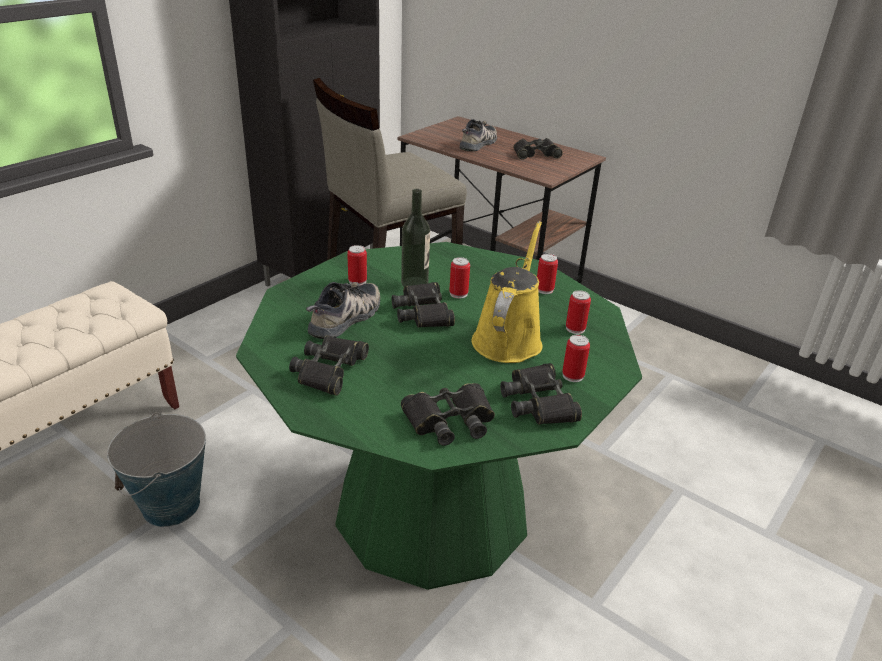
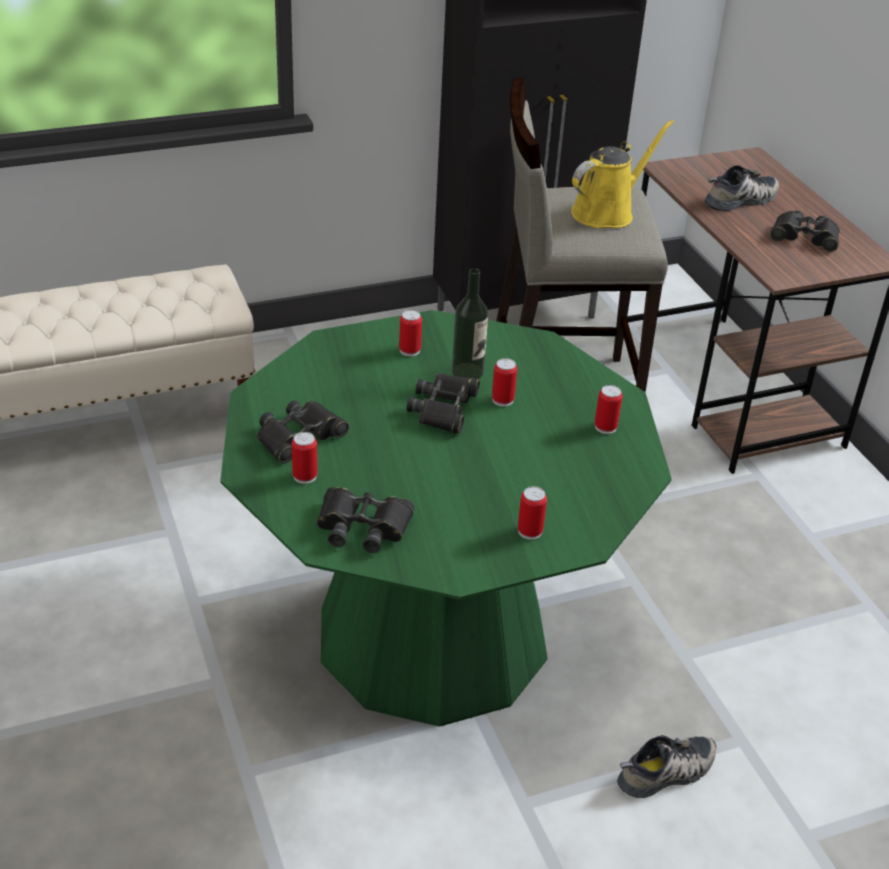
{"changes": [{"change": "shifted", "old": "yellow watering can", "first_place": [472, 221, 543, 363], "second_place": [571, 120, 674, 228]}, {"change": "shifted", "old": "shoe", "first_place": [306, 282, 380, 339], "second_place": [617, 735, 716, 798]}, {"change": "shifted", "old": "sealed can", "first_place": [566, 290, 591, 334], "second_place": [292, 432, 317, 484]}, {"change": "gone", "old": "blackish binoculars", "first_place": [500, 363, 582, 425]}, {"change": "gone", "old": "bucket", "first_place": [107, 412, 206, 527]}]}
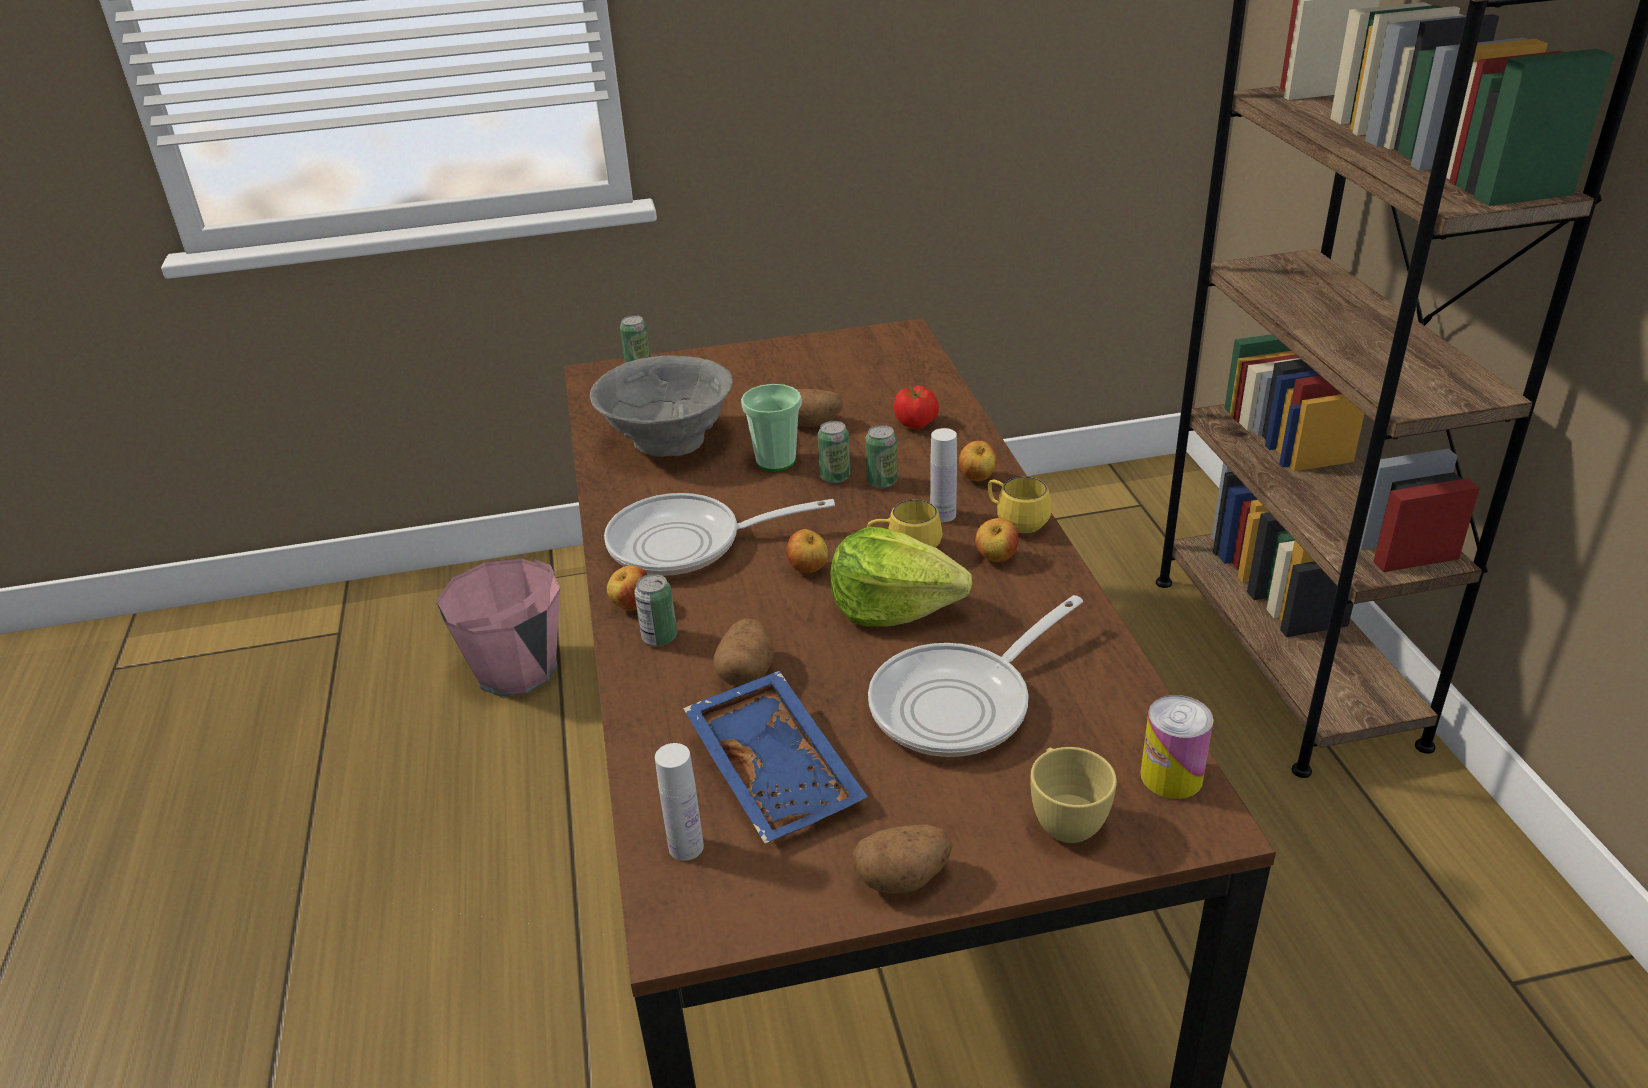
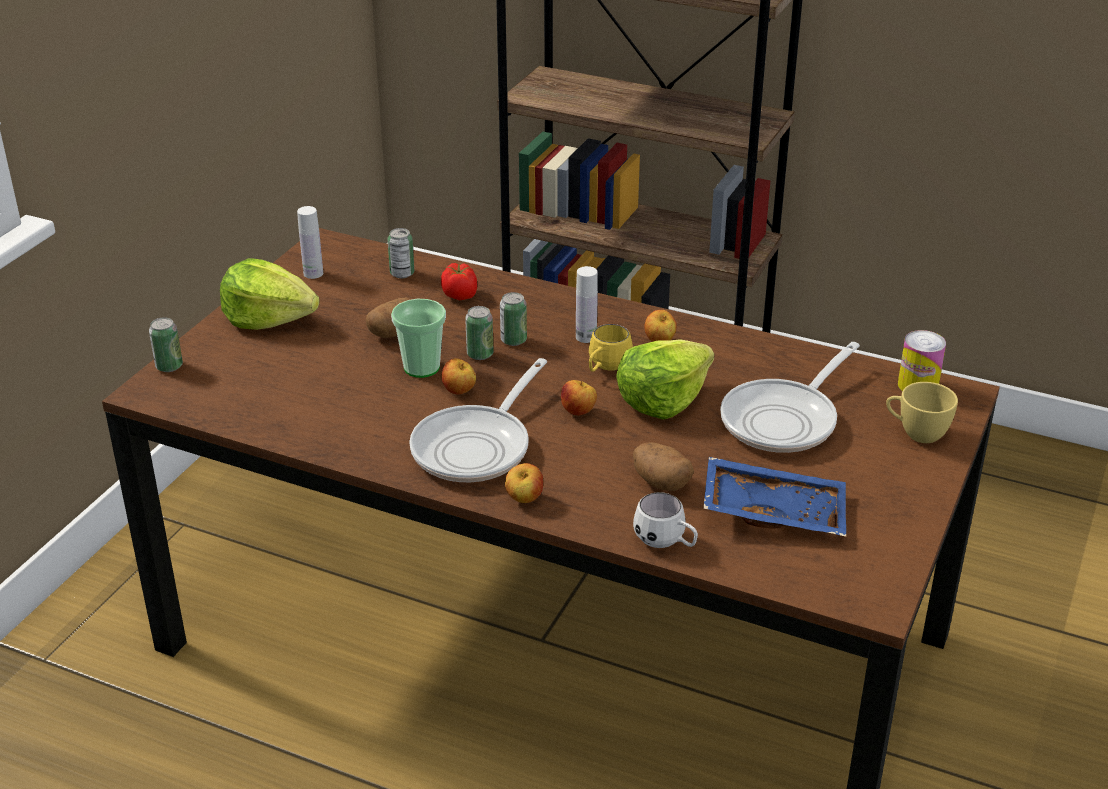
{"changes": [{"change": "gone", "old": "grey bowl", "first_place": [590, 355, 733, 457]}, {"change": "shifted", "old": "whole apple", "first_place": [959, 441, 997, 481], "second_place": [441, 358, 476, 394]}, {"change": "gone", "old": "yellow coffee mug", "first_place": [988, 477, 1052, 533]}, {"change": "gone", "old": "pink bucket", "first_place": [436, 558, 560, 697]}, {"change": "shifted", "old": "sealed can", "first_place": [634, 574, 677, 646], "second_place": [387, 228, 414, 278]}, {"change": "rotated", "old": "pan", "first_place": [868, 595, 1083, 757], "second_place": [720, 342, 860, 453], "degrees": 45}, {"change": "shifted", "old": "white-coloured beverage bottle", "first_place": [655, 743, 704, 861], "second_place": [297, 206, 323, 279]}, {"change": "gone", "old": "whole potato", "first_place": [853, 824, 953, 894]}, {"change": "new", "new": "lettuce head", "second_place": [220, 258, 320, 330]}, {"change": "new", "new": "white-coloured coffee mug", "second_place": [633, 492, 698, 548]}]}
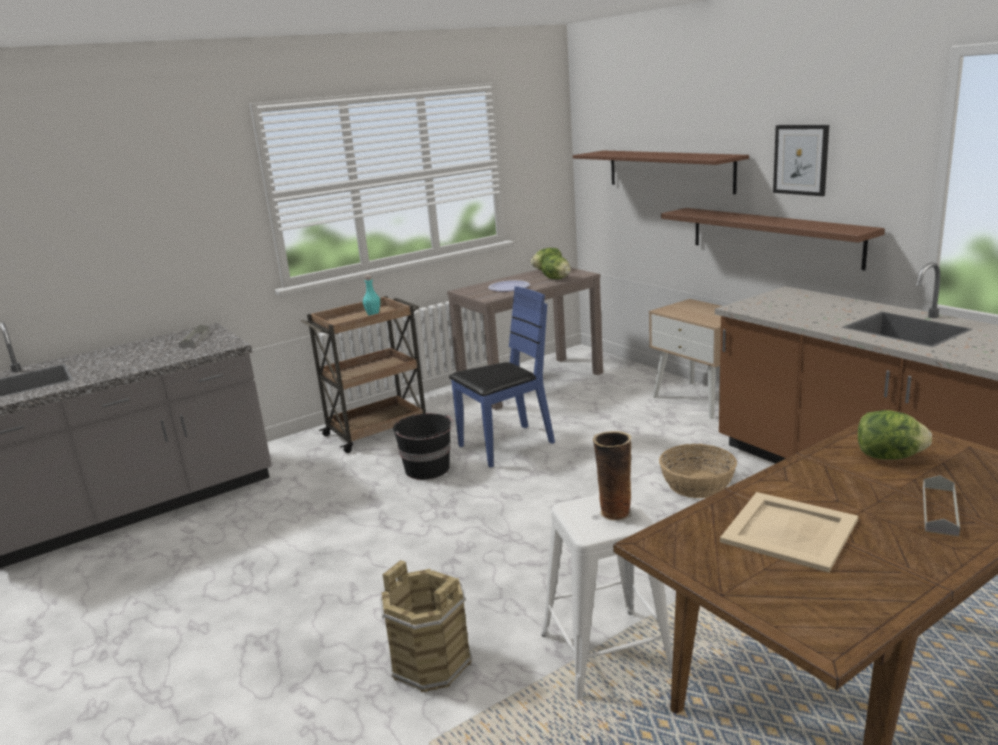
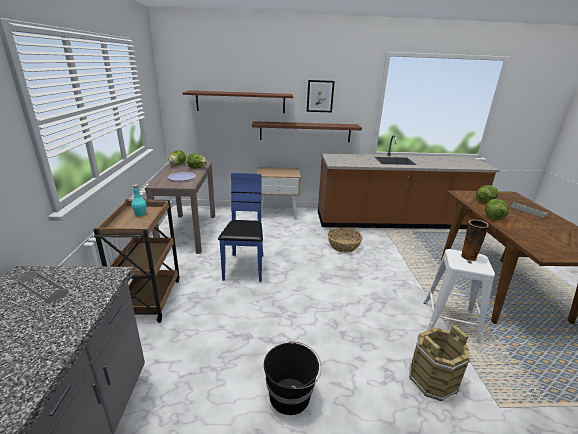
{"changes": [{"change": "shifted", "old": "blackish bucket", "first_place": [393, 413, 453, 480], "second_place": [264, 341, 322, 415]}, {"change": "gone", "old": "beige-coloured carrying tray", "first_place": [720, 492, 858, 573]}, {"change": "new", "new": "lettuce head", "second_place": [485, 199, 509, 220]}]}
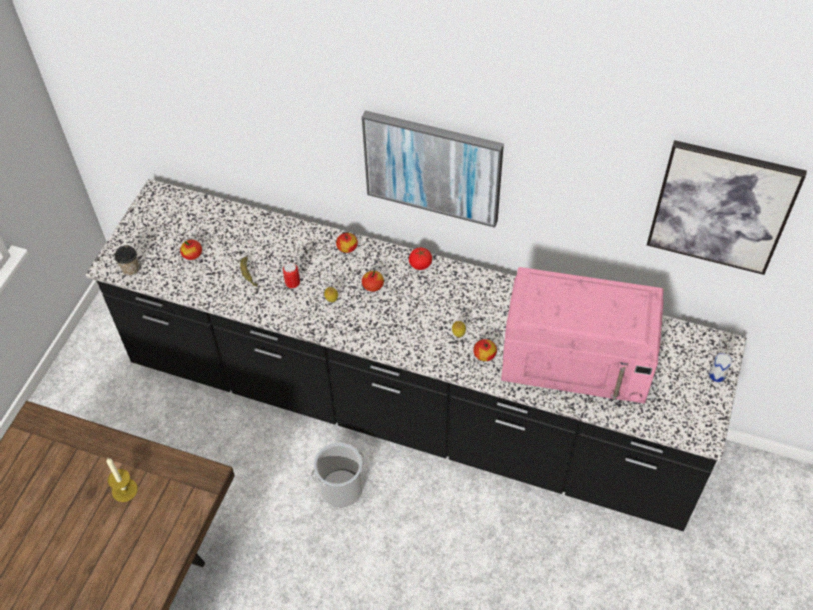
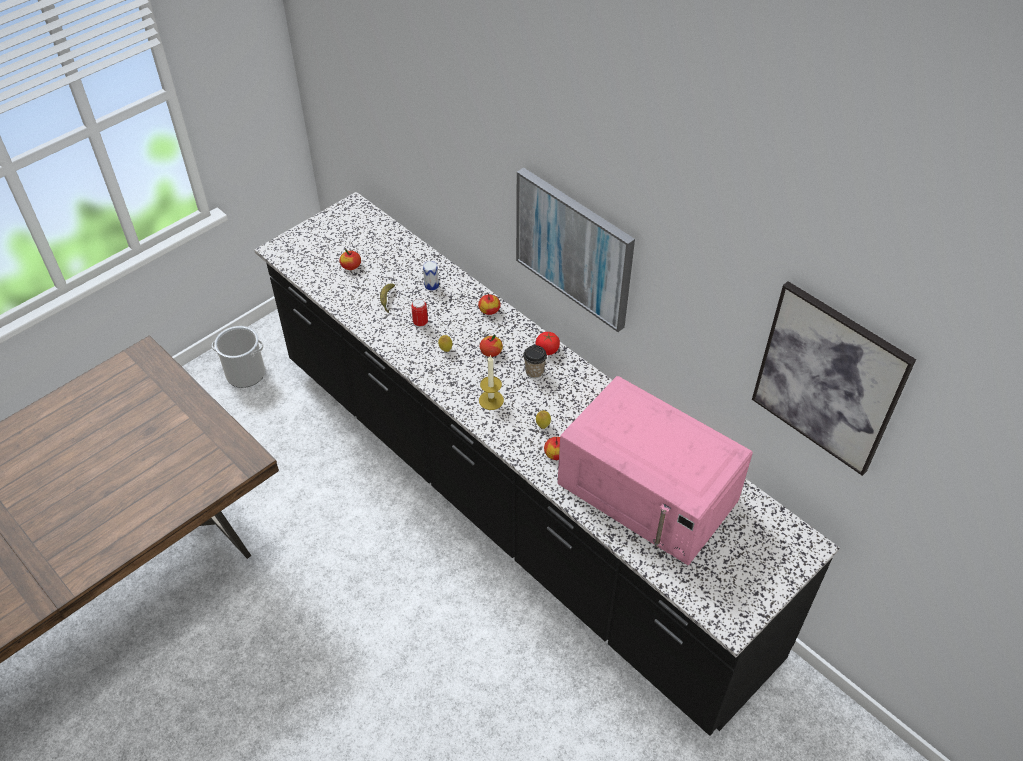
{"changes": [{"change": "shifted", "old": "drinking cup", "first_place": [115, 245, 139, 276], "second_place": [523, 345, 547, 378]}, {"change": "shifted", "old": "sealed can", "first_place": [709, 353, 732, 382], "second_place": [423, 261, 439, 291]}, {"change": "shifted", "old": "bucket", "first_place": [311, 442, 366, 507], "second_place": [212, 326, 265, 388]}, {"change": "shifted", "old": "wax light", "first_place": [107, 458, 138, 502], "second_place": [479, 355, 504, 410]}]}
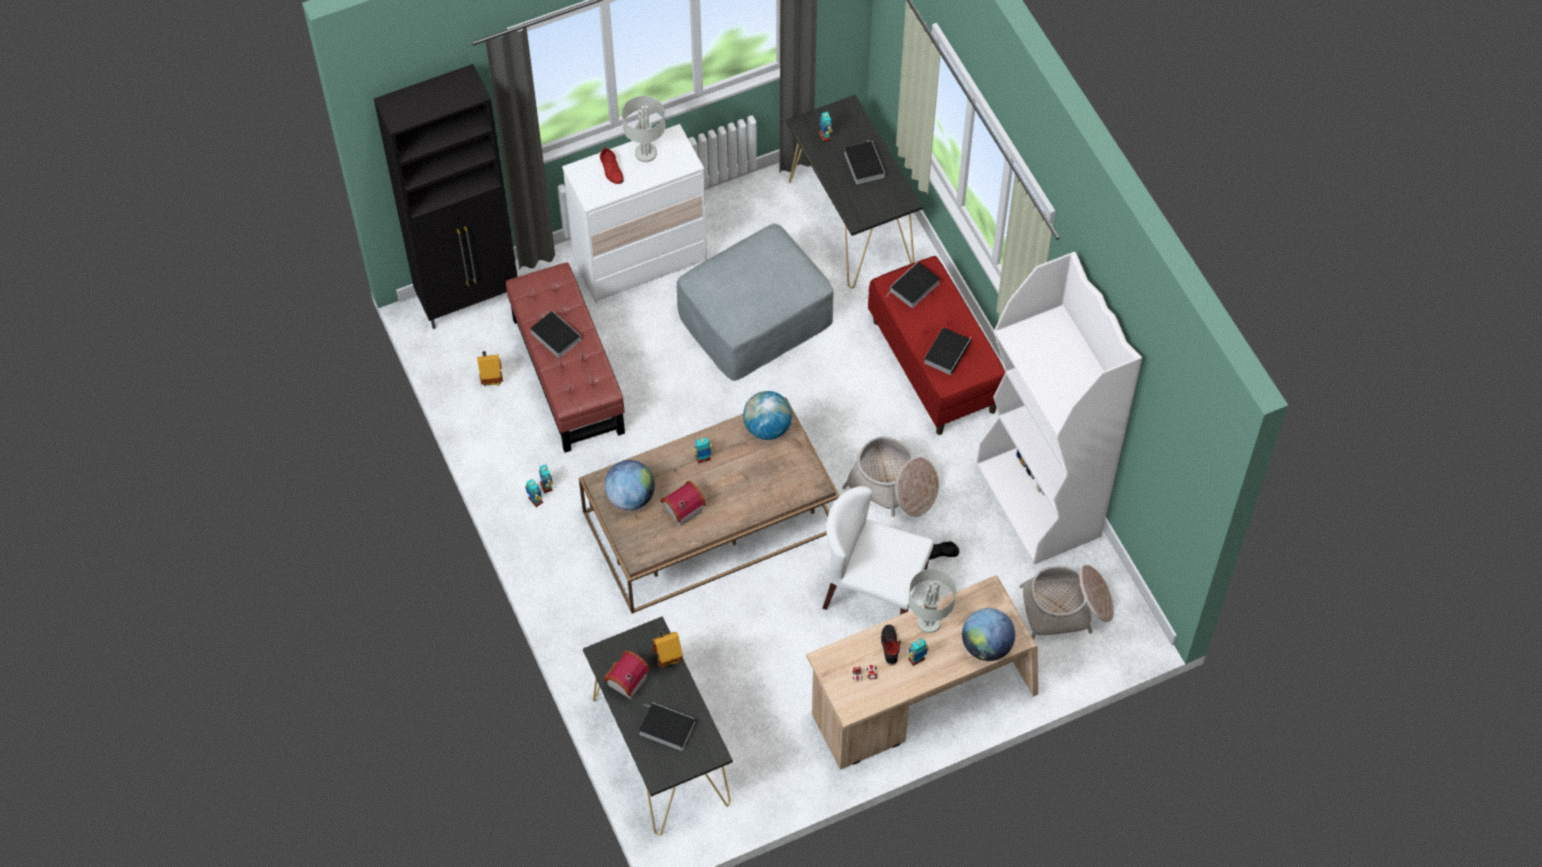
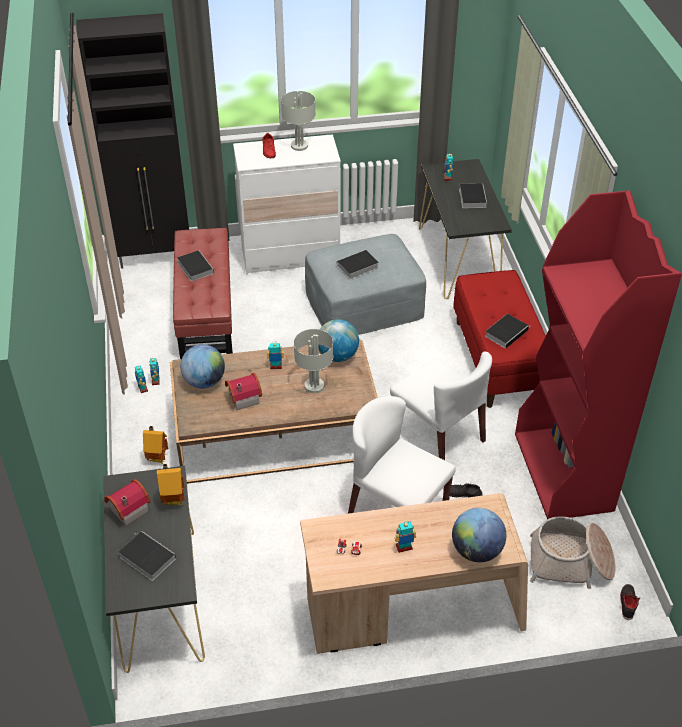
{"changes": [{"change": "repainted", "old": "white-coloured bookshelf", "new": "red bookshelf", "first_place": [976, 252, 1142, 564], "second_place": [515, 190, 682, 519]}, {"change": "shifted", "old": "bound book", "first_place": [886, 262, 940, 308], "second_place": [333, 250, 379, 279]}, {"change": "shifted", "old": "toy house", "first_place": [477, 351, 503, 386], "second_place": [143, 426, 168, 464]}, {"change": "swapped", "old": "storage basket", "new": "white-coloured plain chair", "first_place": [842, 437, 939, 517], "second_place": [390, 352, 492, 460]}, {"change": "shifted", "old": "grey tabletop lamp", "first_place": [908, 569, 956, 633], "second_place": [294, 329, 333, 393]}, {"change": "shifted", "old": "blackish shoe", "first_place": [881, 624, 901, 666], "second_place": [620, 584, 640, 620]}]}
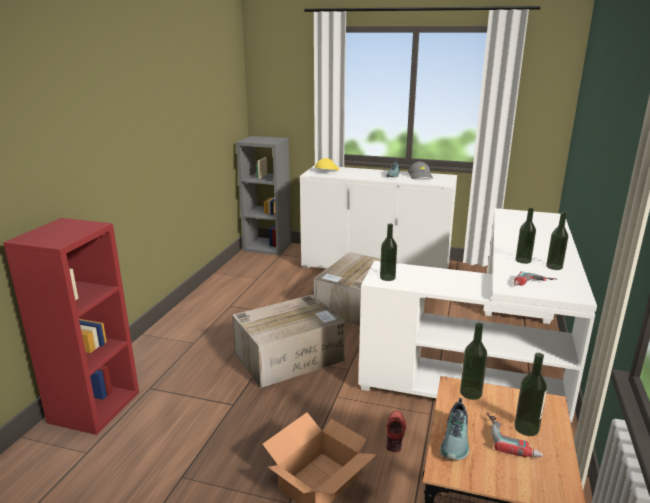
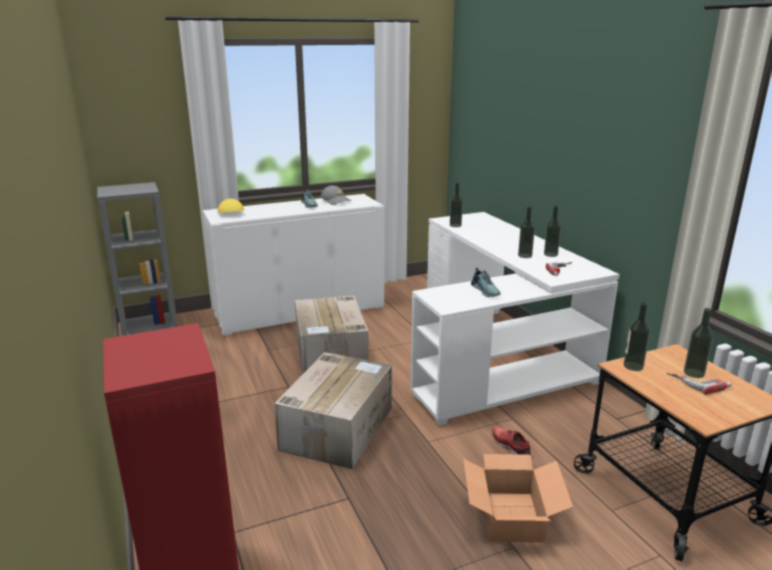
{"changes": [{"change": "shifted", "old": "beverage bottle", "first_place": [380, 223, 397, 281], "second_place": [450, 182, 463, 227]}, {"change": "shifted", "old": "shoe", "first_place": [440, 398, 469, 460], "second_place": [471, 268, 501, 297]}]}
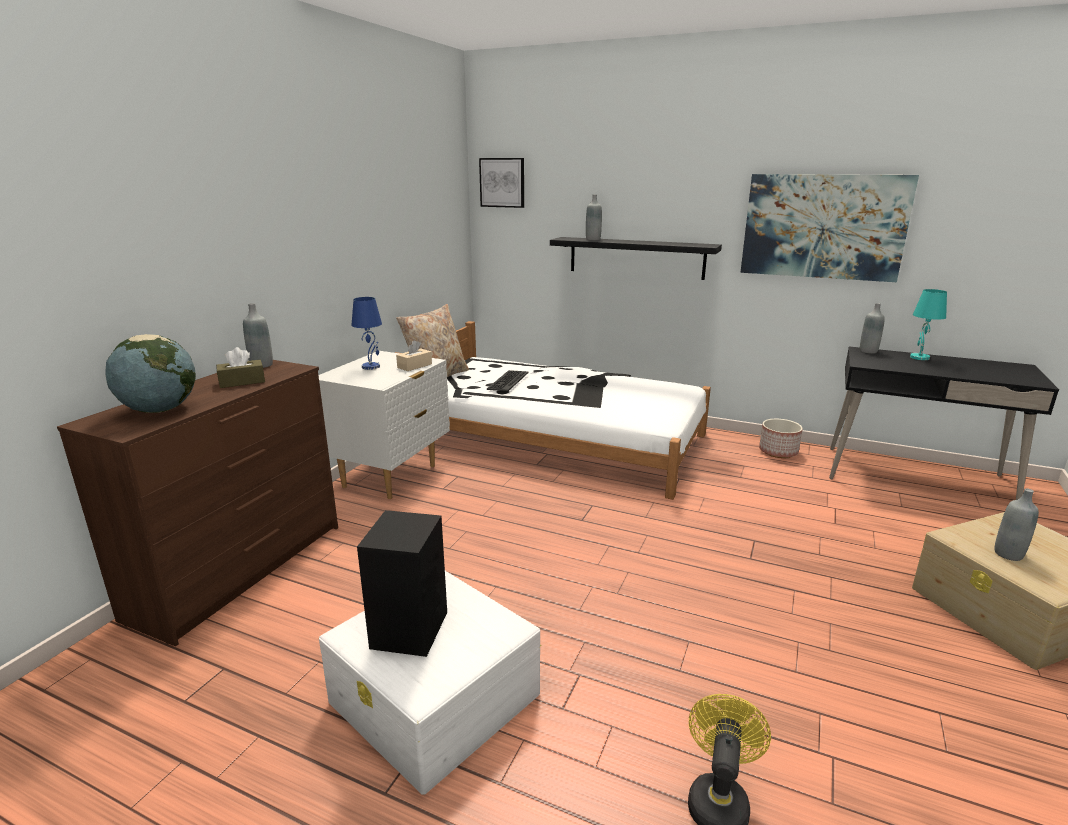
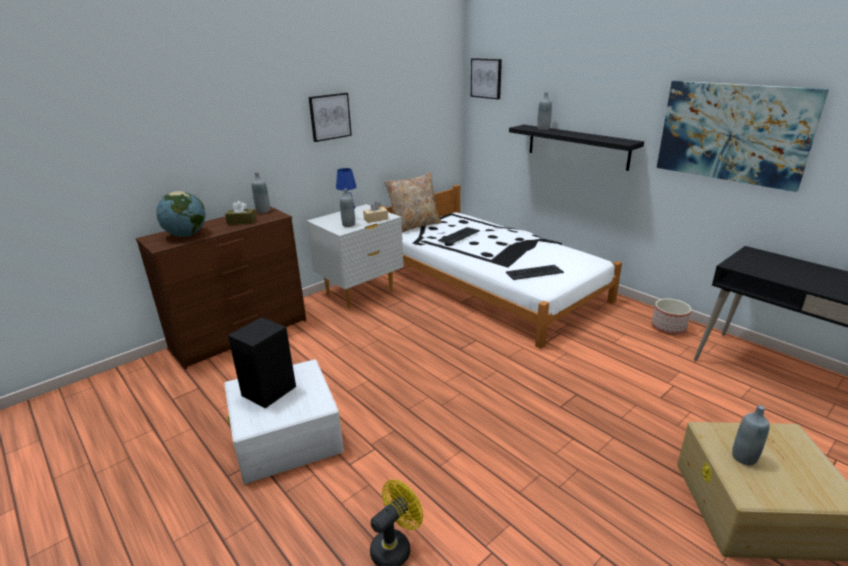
{"changes": [{"change": "gone", "old": "blue-green tabletop lamp", "first_place": [910, 289, 947, 360]}, {"change": "shifted", "old": "grey beverage bottle", "first_place": [860, 303, 885, 354], "second_place": [340, 189, 355, 227]}, {"change": "new", "new": "wall art", "second_place": [308, 93, 352, 142]}, {"change": "new", "new": "keyboard", "second_place": [506, 265, 564, 280]}]}
